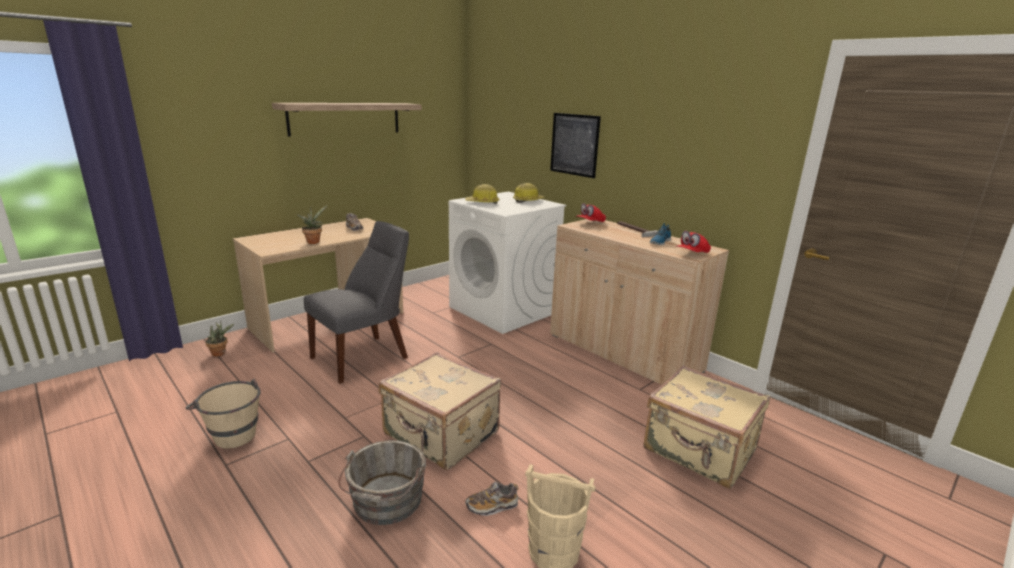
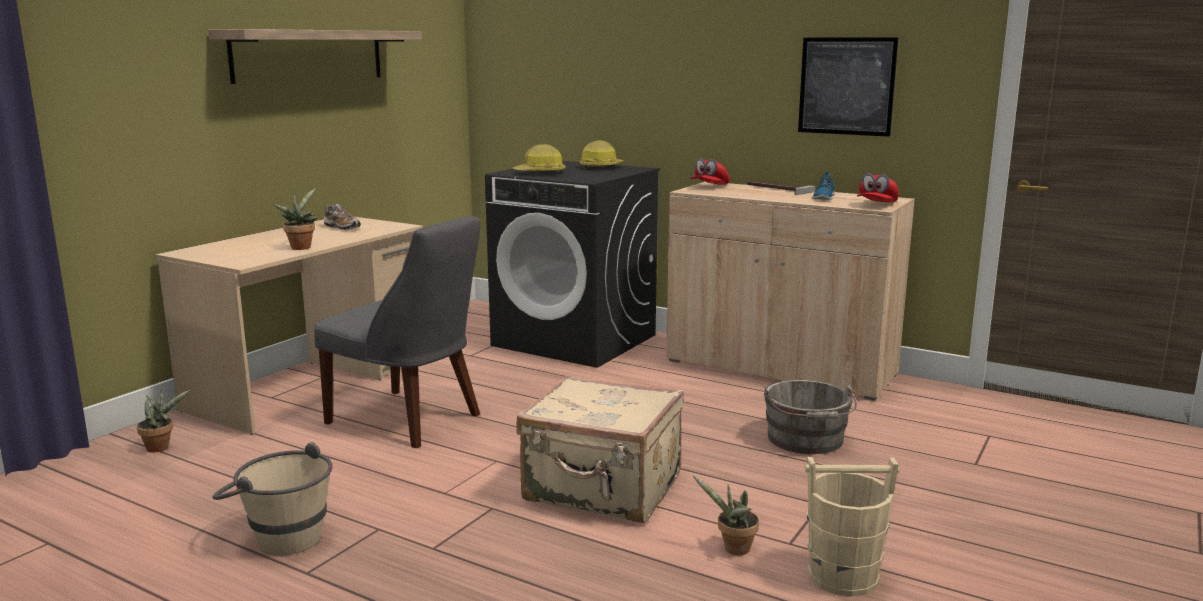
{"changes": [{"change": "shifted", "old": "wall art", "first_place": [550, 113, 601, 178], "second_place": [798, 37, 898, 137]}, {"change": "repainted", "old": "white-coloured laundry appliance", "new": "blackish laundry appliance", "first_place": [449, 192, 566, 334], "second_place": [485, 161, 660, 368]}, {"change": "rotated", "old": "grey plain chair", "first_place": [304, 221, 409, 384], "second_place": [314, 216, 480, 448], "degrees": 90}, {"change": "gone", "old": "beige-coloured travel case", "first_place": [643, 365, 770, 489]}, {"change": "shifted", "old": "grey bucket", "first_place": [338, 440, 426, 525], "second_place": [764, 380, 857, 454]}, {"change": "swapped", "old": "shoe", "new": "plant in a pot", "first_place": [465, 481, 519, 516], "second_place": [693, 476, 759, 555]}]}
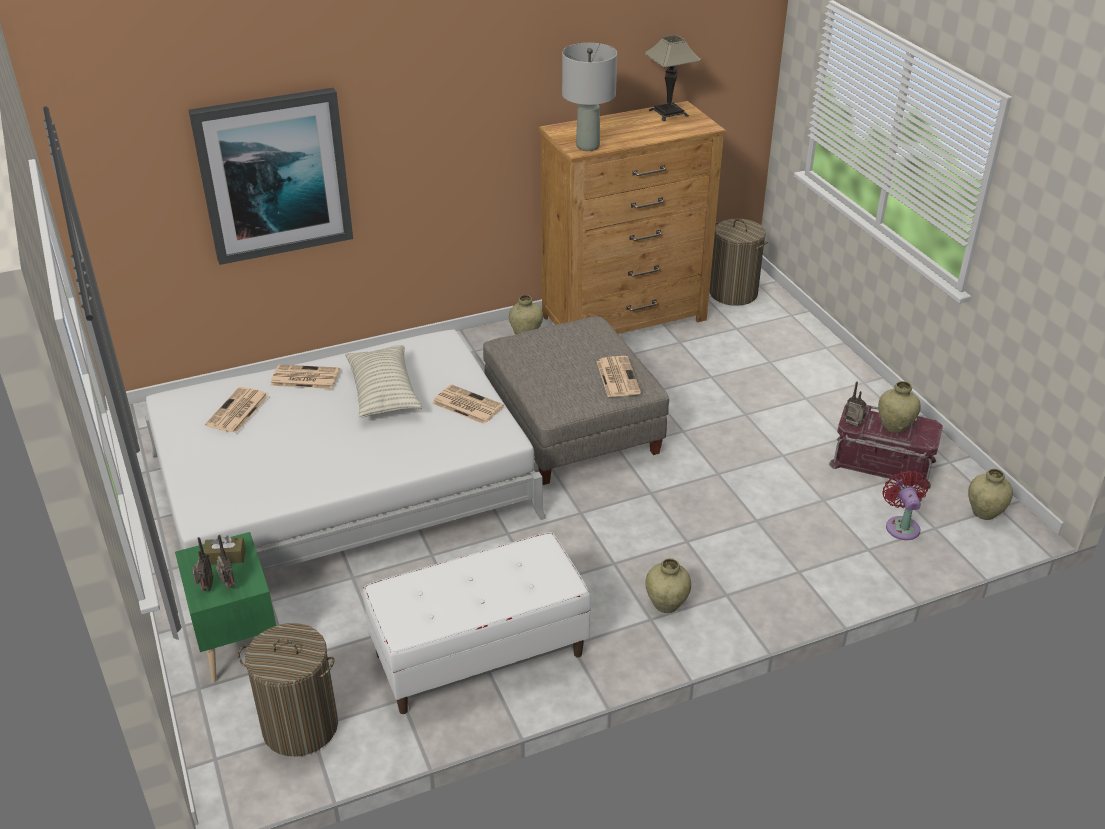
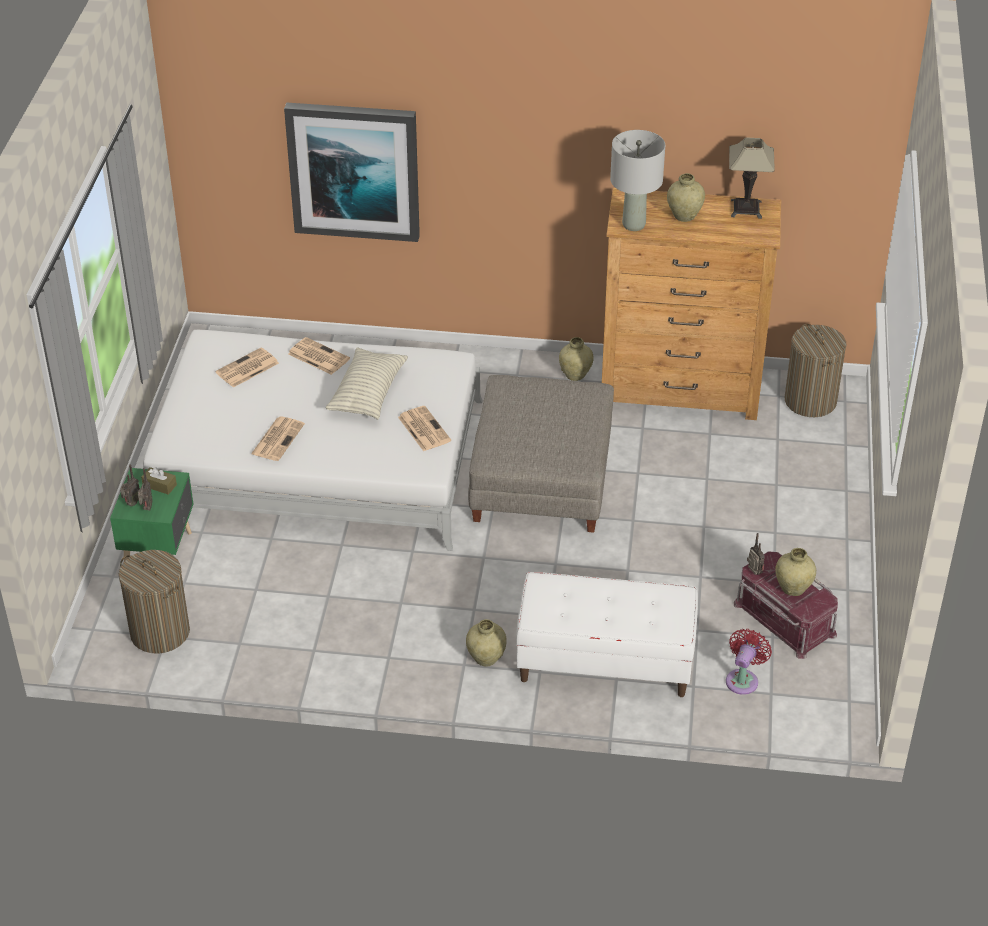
{"changes": [{"change": "shifted", "old": "newspaper", "first_place": [596, 356, 641, 397], "second_place": [251, 416, 305, 461]}, {"change": "shifted", "old": "beige-coloured vase", "first_place": [968, 469, 1013, 520], "second_place": [667, 173, 705, 222]}, {"change": "shifted", "old": "white-coloured indoor bench", "first_place": [363, 532, 591, 714], "second_place": [516, 572, 698, 697]}]}
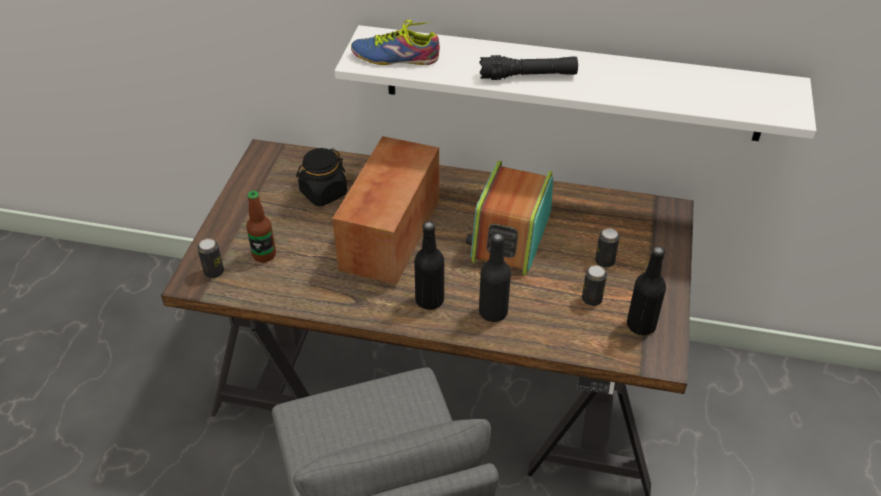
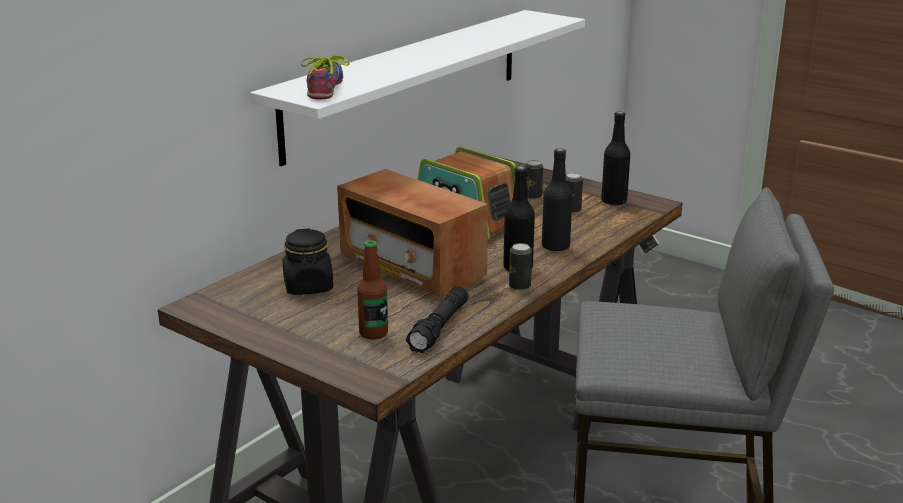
{"changes": [{"change": "rotated", "old": "shoe", "first_place": [351, 20, 440, 65], "second_place": [301, 56, 350, 100], "degrees": 150}, {"change": "shifted", "old": "blackish hand torch", "first_place": [479, 55, 578, 80], "second_place": [406, 286, 468, 353]}, {"change": "shifted", "old": "sealed can", "first_place": [197, 238, 224, 278], "second_place": [509, 243, 532, 291]}]}
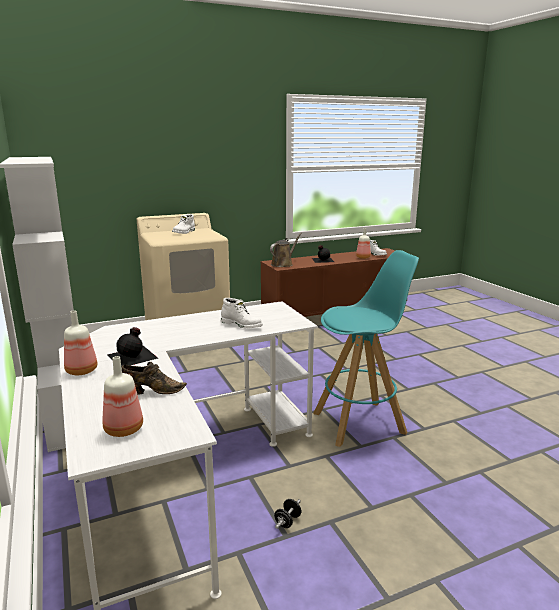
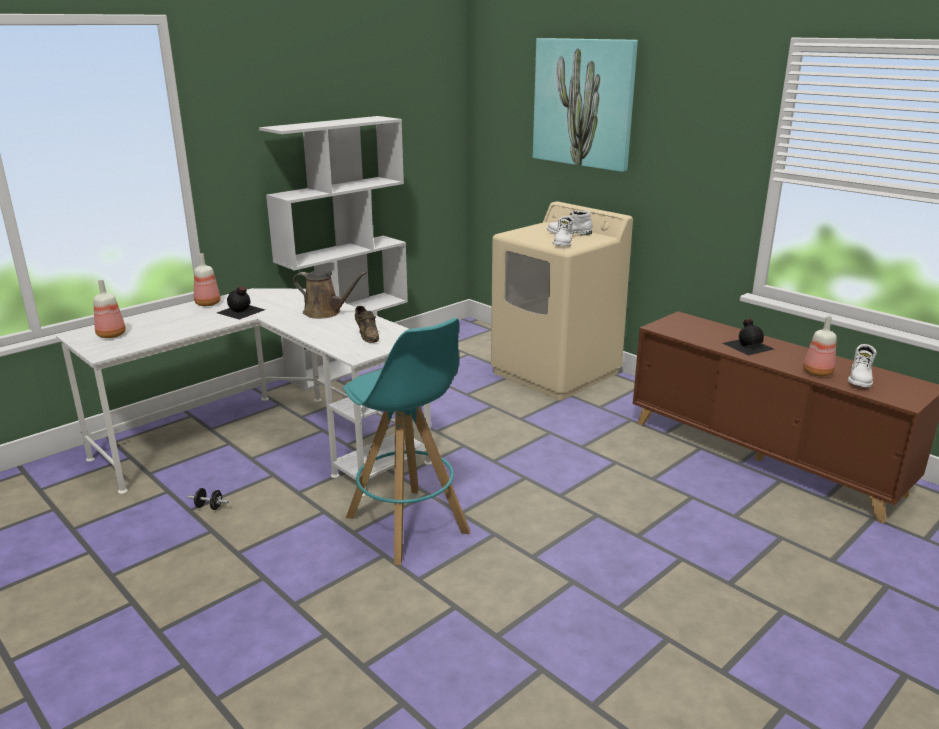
{"changes": [{"change": "shifted", "old": "brownish watering can", "first_place": [270, 233, 302, 267], "second_place": [293, 271, 367, 319]}, {"change": "shifted", "old": "white-coloured boot", "first_place": [221, 298, 263, 329], "second_place": [553, 216, 574, 247]}, {"change": "shifted", "old": "brownish shoe", "first_place": [122, 362, 187, 395], "second_place": [355, 306, 379, 343]}, {"change": "new", "new": "wall art", "second_place": [533, 38, 638, 172]}]}
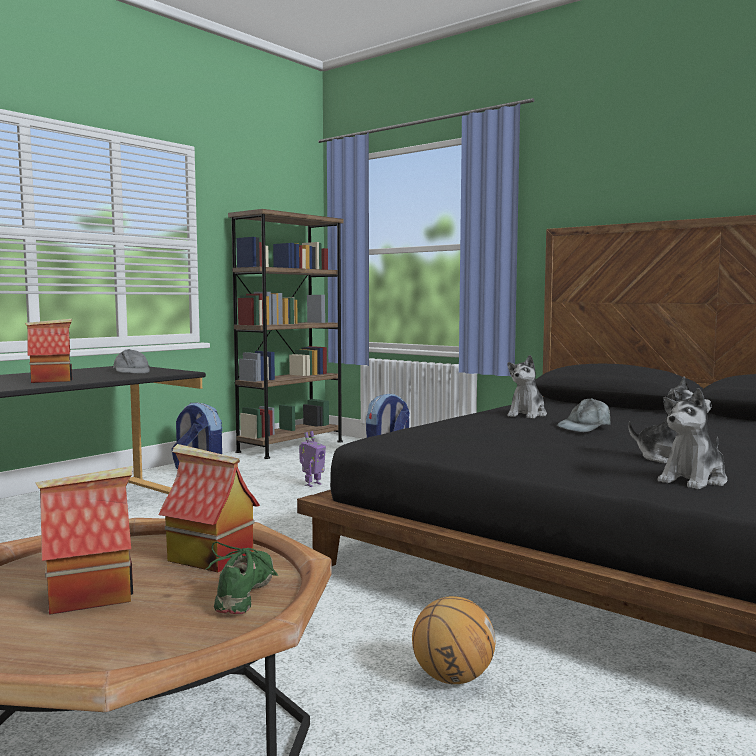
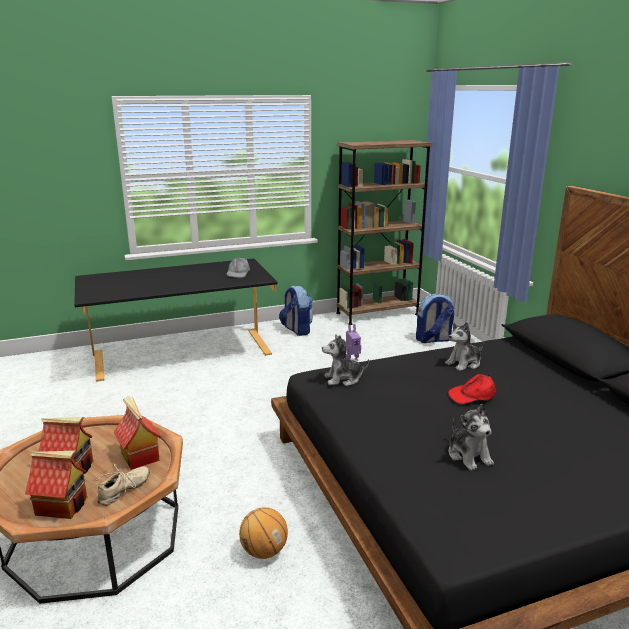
{"changes": [{"change": "shifted", "old": "toy house", "first_place": [25, 319, 72, 383], "second_place": [25, 451, 87, 519]}, {"change": "shifted", "old": "plush toy", "first_place": [658, 388, 727, 489], "second_place": [322, 334, 369, 386]}, {"change": "repainted", "old": "grey baseball cap", "new": "red baseball cap", "first_place": [557, 398, 611, 432], "second_place": [448, 374, 496, 404]}, {"change": "repainted", "old": "greenish shoe", "new": "beige-coloured shoe", "first_place": [206, 541, 278, 614], "second_place": [96, 462, 150, 506]}]}
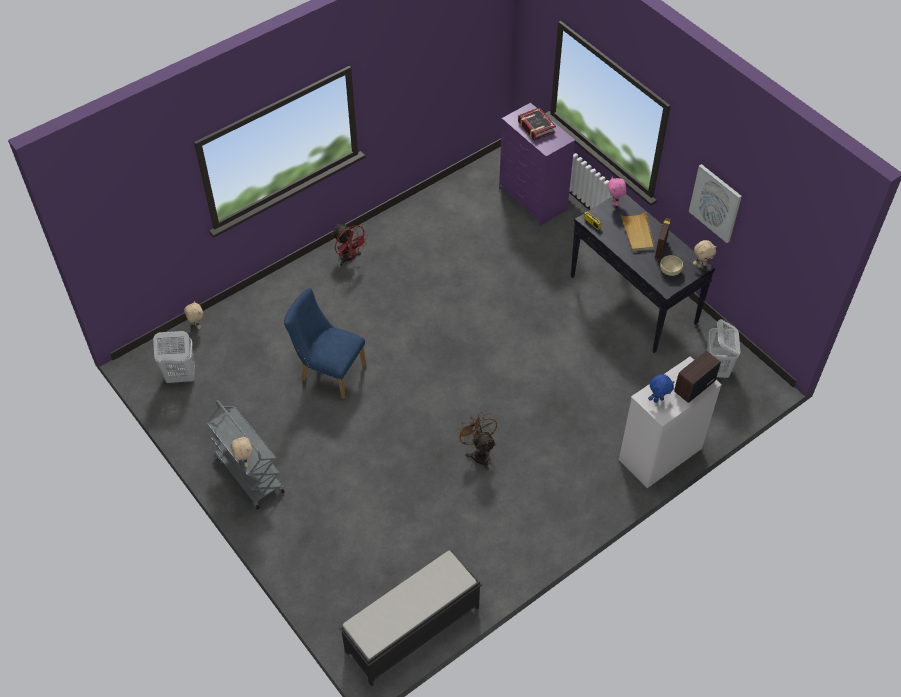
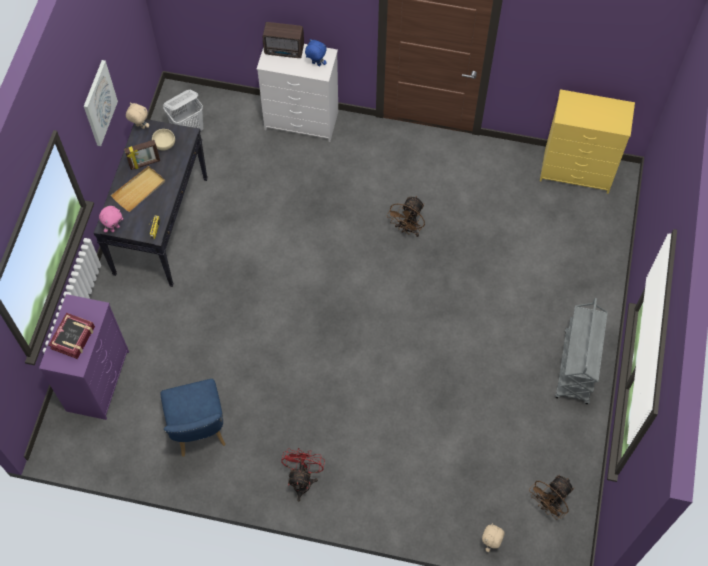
{"changes": [{"change": "shifted", "old": "blue-coloured plain chair", "first_place": [284, 288, 366, 399], "second_place": [161, 379, 226, 457]}, {"change": "swapped", "old": "white-coloured washing basket", "new": "brownish fan", "first_place": [153, 331, 195, 383], "second_place": [529, 475, 574, 520]}, {"change": "gone", "old": "beige-coloured plush toy", "first_place": [231, 435, 252, 467]}, {"change": "swapped", "old": "blackish indoor bench", "new": "yellow drawer chest", "first_place": [339, 550, 482, 686], "second_place": [540, 89, 635, 194]}]}
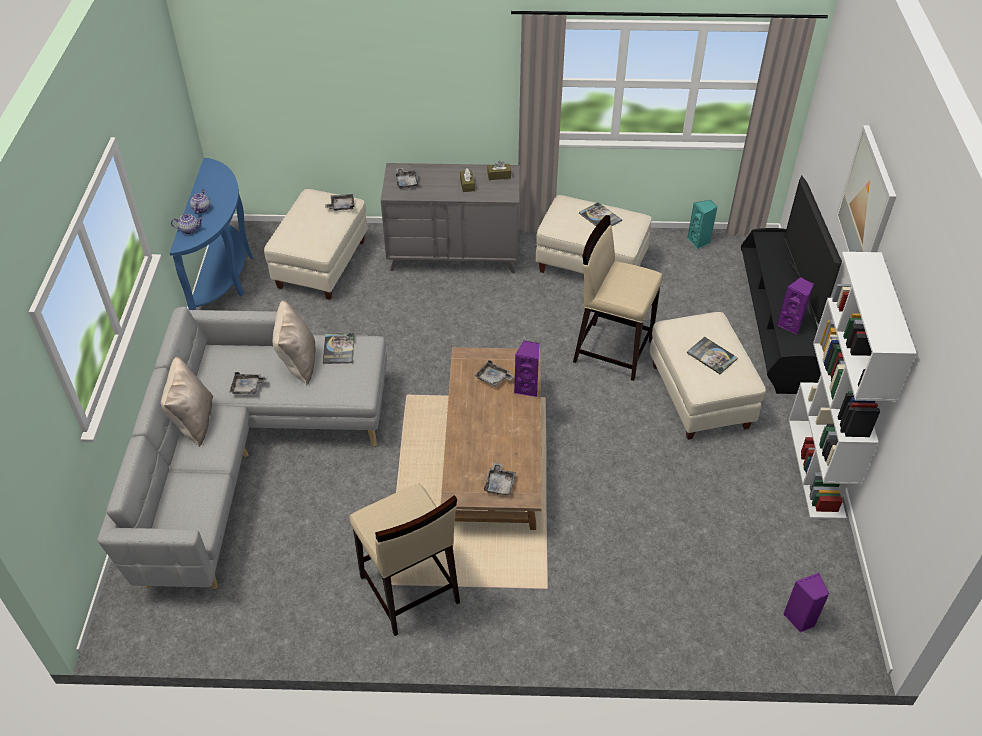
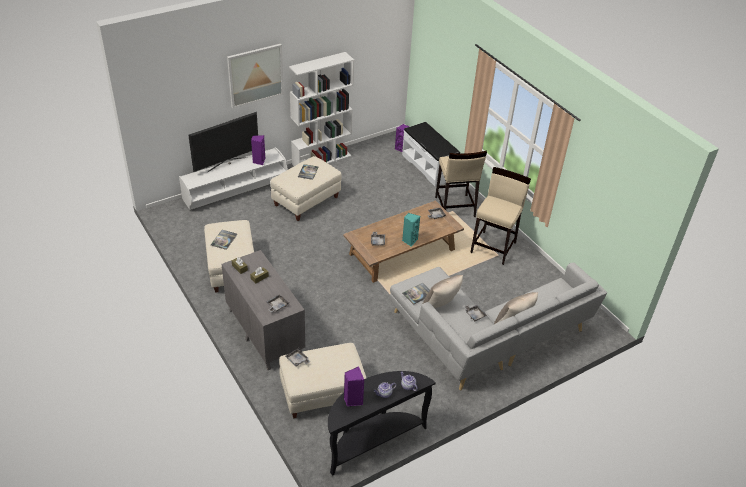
{"changes": [{"change": "repainted", "old": "blue-coloured console table", "new": "blackish console table", "first_place": [170, 158, 253, 310], "second_place": [328, 371, 436, 476]}, {"change": "shifted", "old": "blue-green loudspeaker", "first_place": [687, 200, 718, 249], "second_place": [402, 213, 420, 246]}, {"change": "shifted", "old": "beige-coloured stool seat", "first_place": [573, 215, 663, 381], "second_place": [435, 150, 487, 217]}, {"change": "repainted", "old": "blackish media console", "new": "white-coloured media console", "first_place": [741, 228, 821, 394], "second_place": [179, 147, 288, 210]}, {"change": "shifted", "old": "purple loudspeaker", "first_place": [514, 341, 539, 397], "second_place": [344, 366, 364, 406]}, {"change": "new", "new": "white-coloured indoor bench", "second_place": [402, 122, 460, 187]}]}
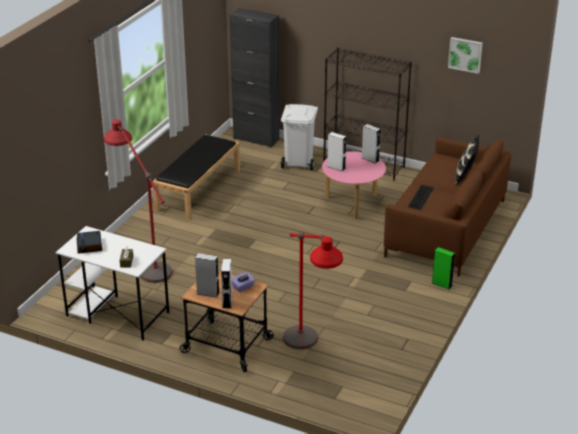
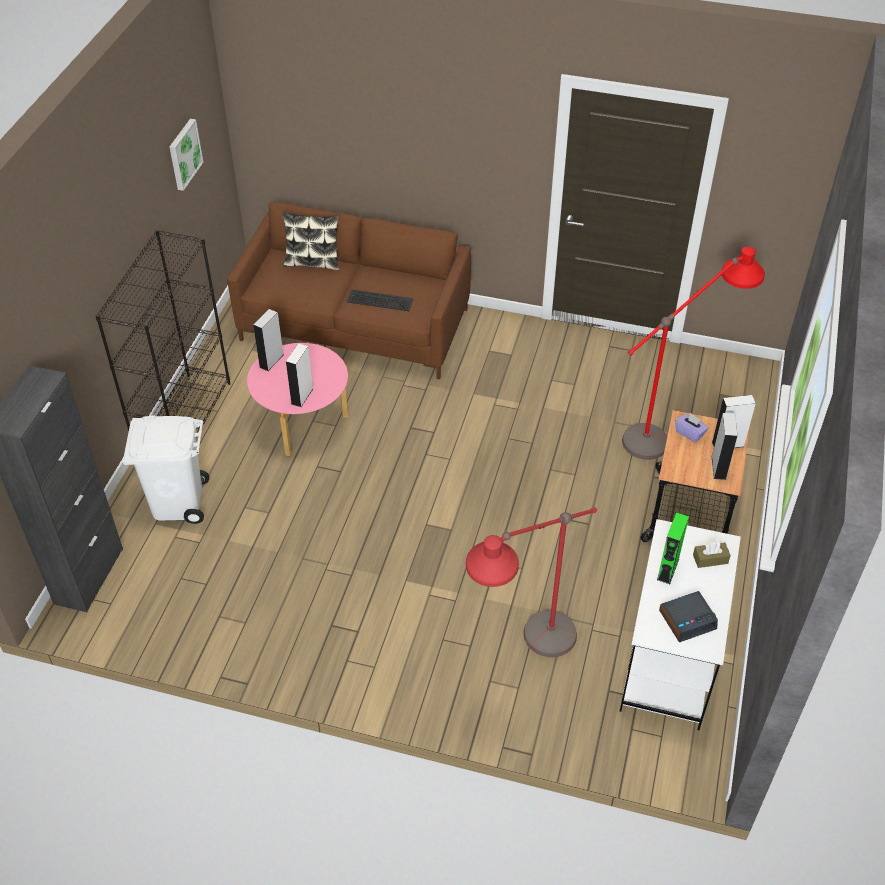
{"changes": [{"change": "gone", "old": "blackish indoor bench", "first_place": [152, 134, 240, 221]}, {"change": "shifted", "old": "greenish loudspeaker", "first_place": [432, 247, 455, 289], "second_place": [657, 512, 689, 584]}]}
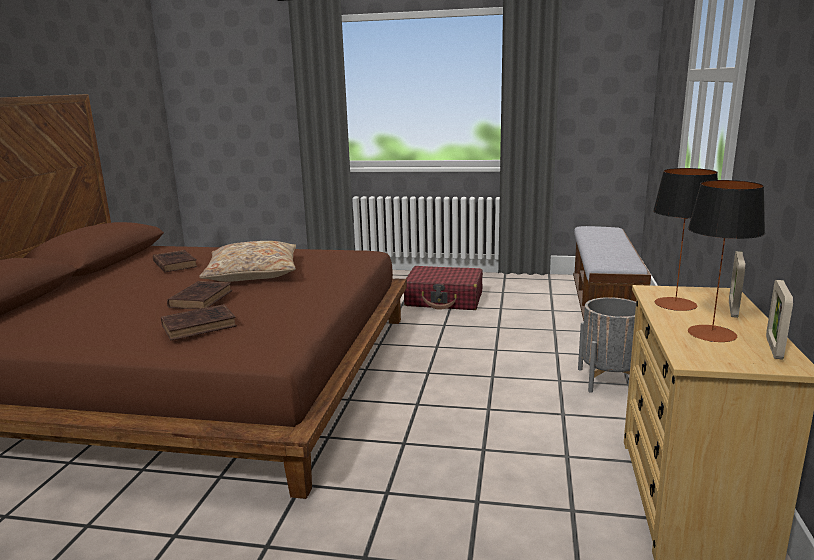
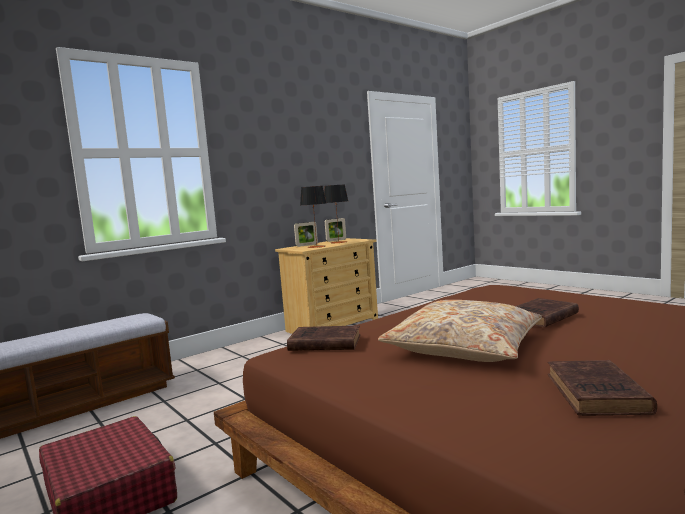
{"changes": [{"change": "gone", "old": "grey flower pot", "first_place": [578, 297, 636, 393]}, {"change": "shifted", "old": "brownish bound book", "first_place": [161, 304, 237, 341], "second_place": [287, 325, 360, 351]}]}
